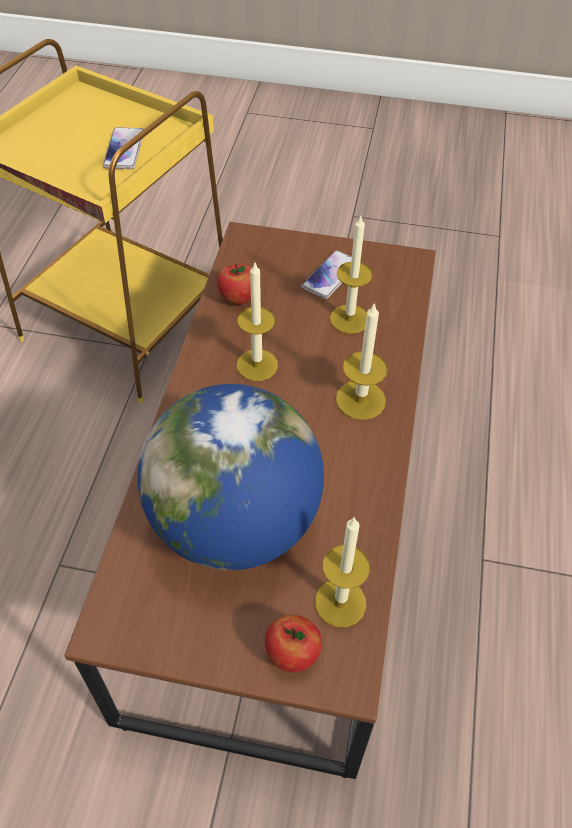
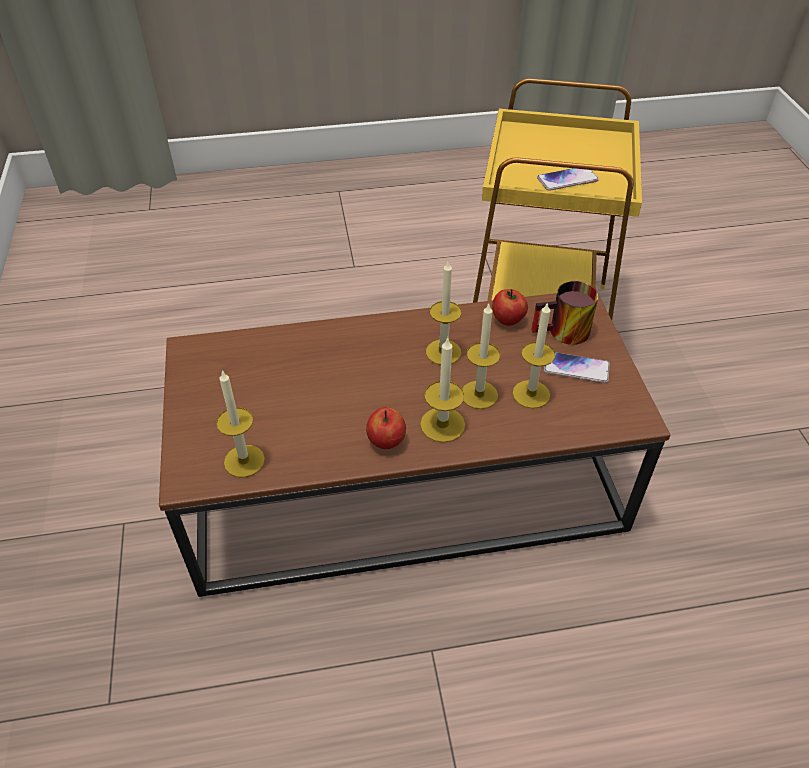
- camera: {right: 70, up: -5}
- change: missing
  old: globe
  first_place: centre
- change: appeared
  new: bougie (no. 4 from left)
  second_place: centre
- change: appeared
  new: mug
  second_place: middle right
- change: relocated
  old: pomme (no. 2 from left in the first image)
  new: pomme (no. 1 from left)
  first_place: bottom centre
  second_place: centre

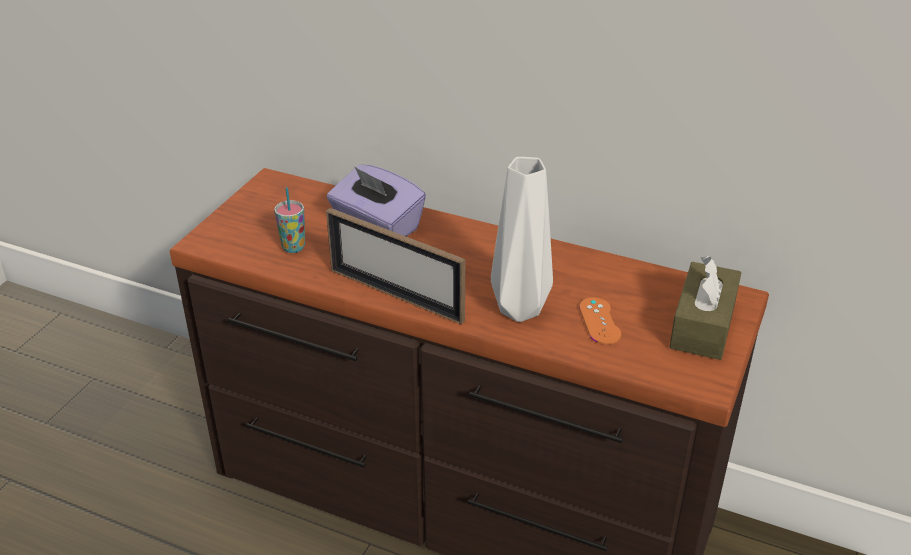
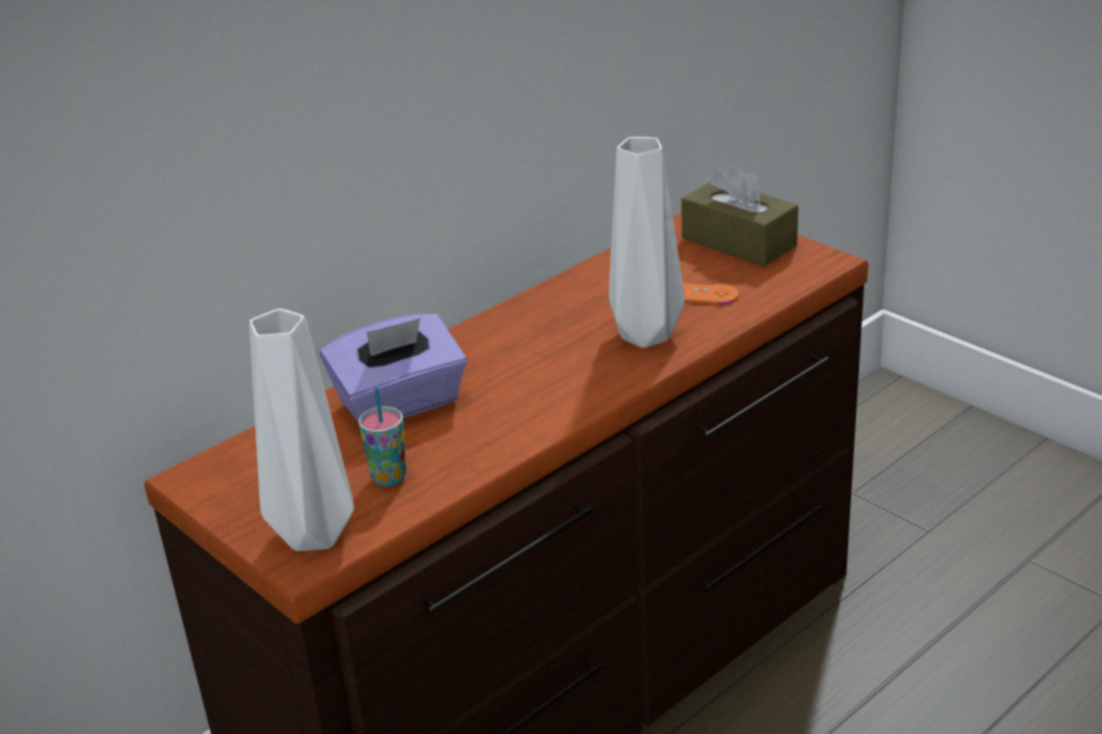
- camera: {right: -65, up: -5}
- change: missing
  old: cadre photo
  first_place: centre
- change: appeared
  new: vase (blanc) (no. 1 from left)
  second_place: middle left

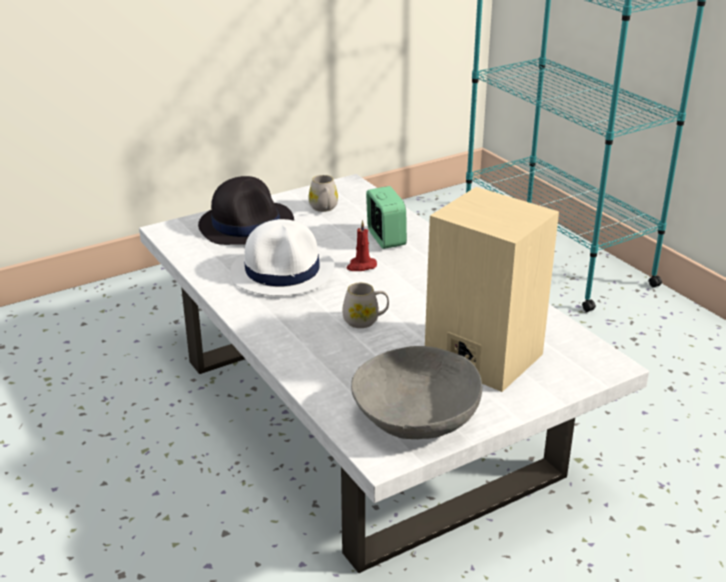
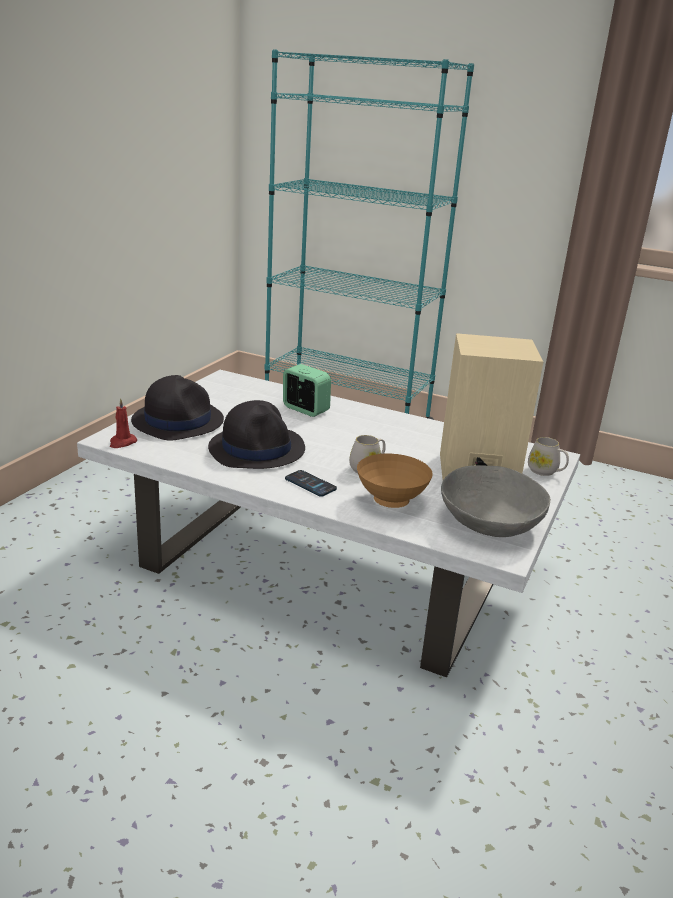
- camera: {right: -35, up: -5}
- change: appeared
  new: téléphone
  second_place: centre
- change: appeared
  new: bol (marron)
  second_place: centre
- change: relocated
  old: mug (blanc) (no. 1 from left in the first image)
  new: mug (blanc) (no. 2 from left)
  first_place: top centre
  second_place: middle right
- change: relocated
  old: bougie (rouge)
  first_place: centre
  second_place: middle left
- change: colour
  old: chapeau (blanc)
  new: chapeau (noir) (no. 2 from left)
  first_place: centre
  second_place: centre

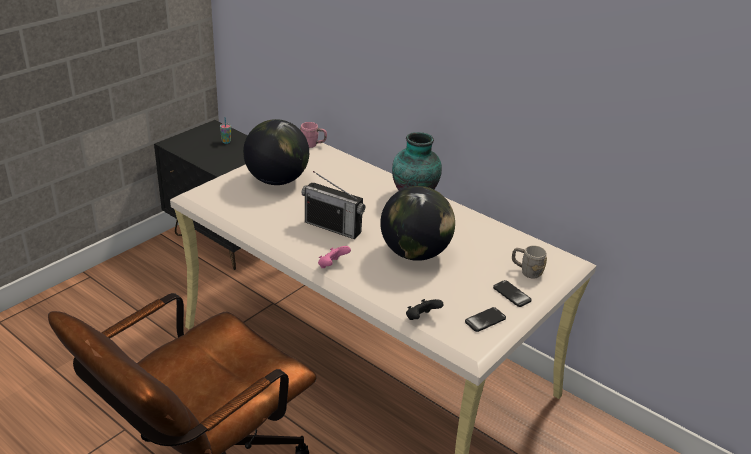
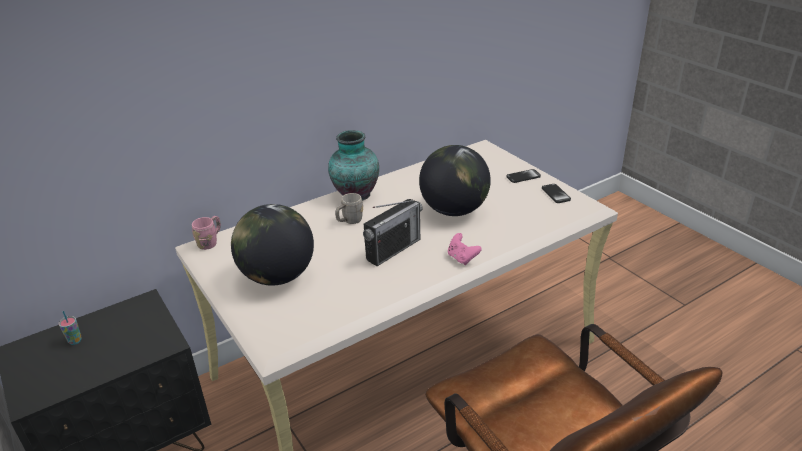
- camera: {right: -70, up: 0}
- change: missing
  old: manette (noir)
  first_place: bottom centre
- change: relocated
  old: mug (gris)
  first_place: middle right
  second_place: centre

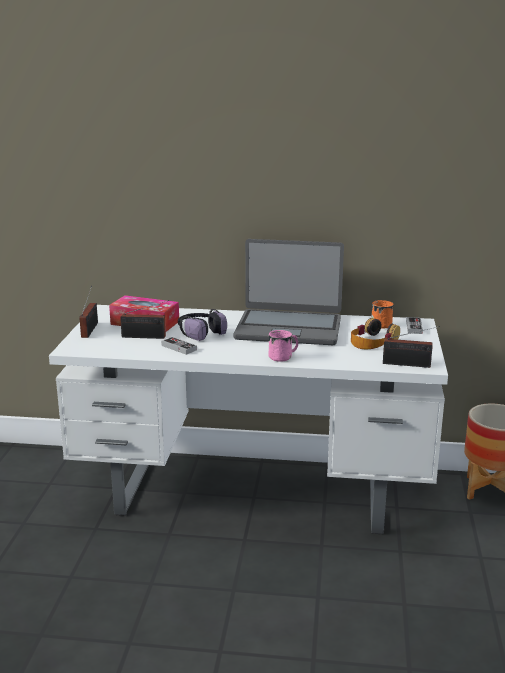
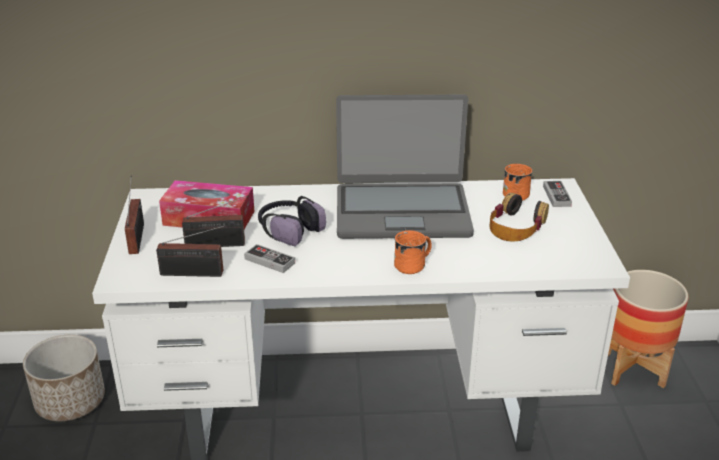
- camera: {right: -10, up: 10}
- change: appeared
  new: cache-pot (no. 1 from left)
  second_place: bottom left
- change: relocated
  old: radio (no. 3 from left in the first image)
  new: radio (no. 2 from left)
  first_place: middle right
  second_place: middle left
- change: colour
  old: mug (rose)
  new: mug (orange) (no. 1 from left)
  first_place: centre
  second_place: centre

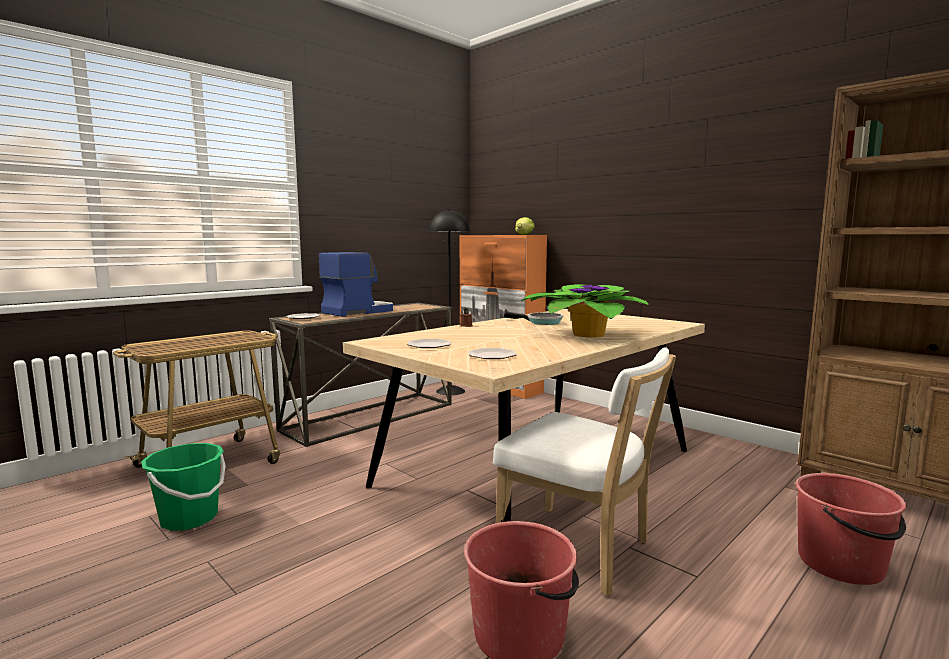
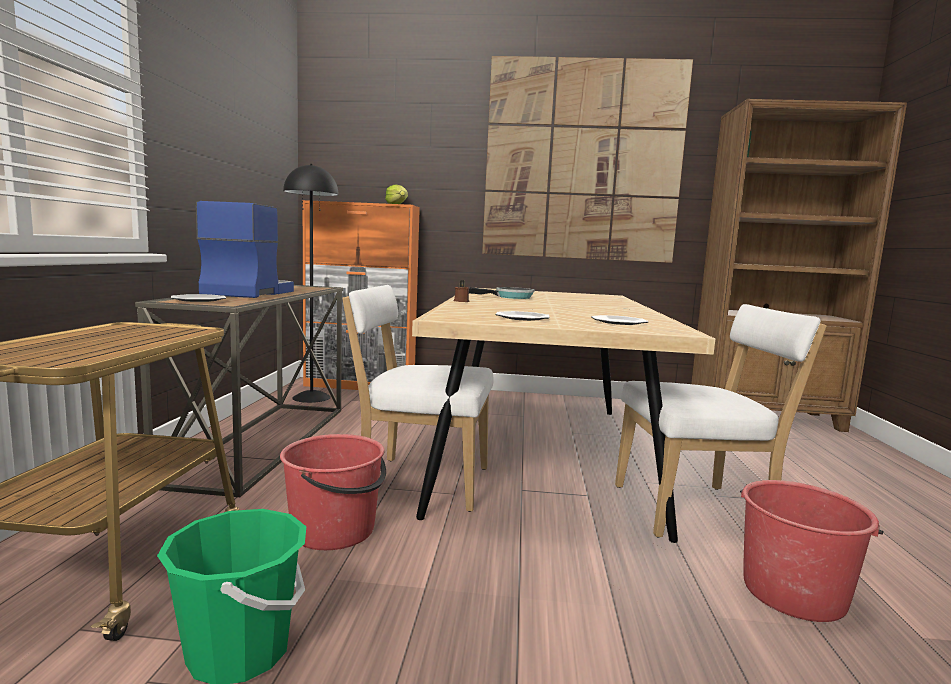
- camera: {right: -40, up: 0}
- change: missing
  old: plante en pot
  first_place: centre
- change: appeared
  new: chaise (blanc) (no. 1 from left)
  second_place: centre
- change: appeared
  new: tableau
  second_place: top centre
- change: relocated
  old: seau (rouge) (no. 2 from left in the first image)
  new: seau (rouge) (no. 1 from left)
  first_place: bottom right
  second_place: bottom centre

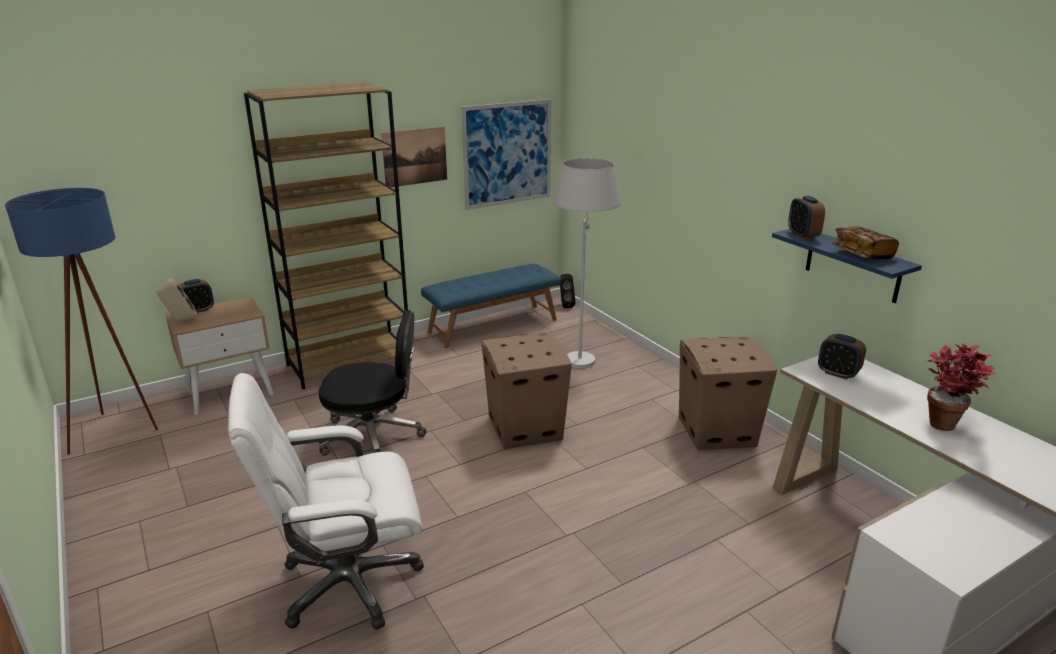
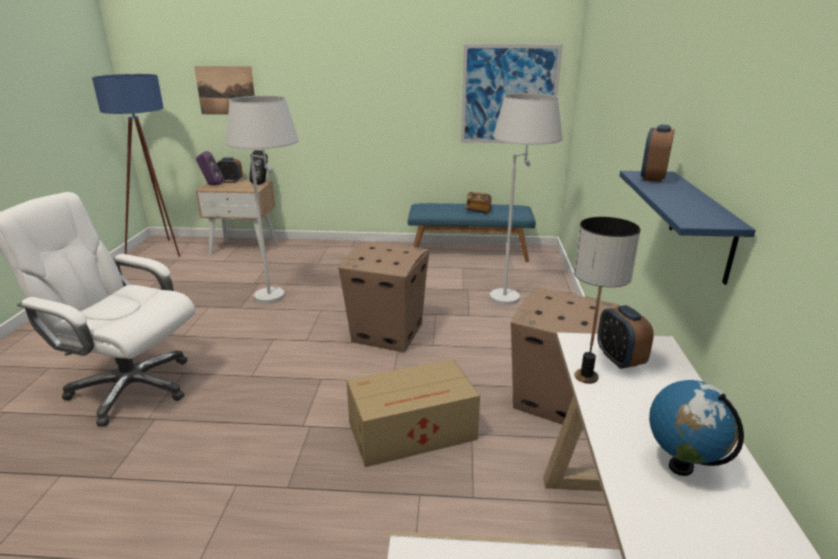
- camera: {right: 35, up: 0}
- change: missing
  old: bibliothèque (marron)
  first_place: middle left
- change: appeared
  new: carton (no. 2 from left)
  second_place: bottom centre
- change: appeared
  new: lampe de table
  second_place: middle right
- change: relocated
  old: tableau (no. 1 from left)
  first_place: top centre
  second_place: top left
- change: relocated
  old: enceinte (noir)
  first_place: centre
  second_place: top left
- change: relocated
  old: livre
  first_place: middle right
  second_place: centre
- change: exchanged
  old: chaise de bureau (noir)
  new: lampadaire (blanc) (no. 1 from left)
  first_place: centre
  second_place: middle left
- change: exchanged
  old: plante en pot
  new: globe
  first_place: middle right
  second_place: bottom right
- change: colour
  old: enceinte (beige)
  new: enceinte (violet)
  first_place: middle left
  second_place: top left

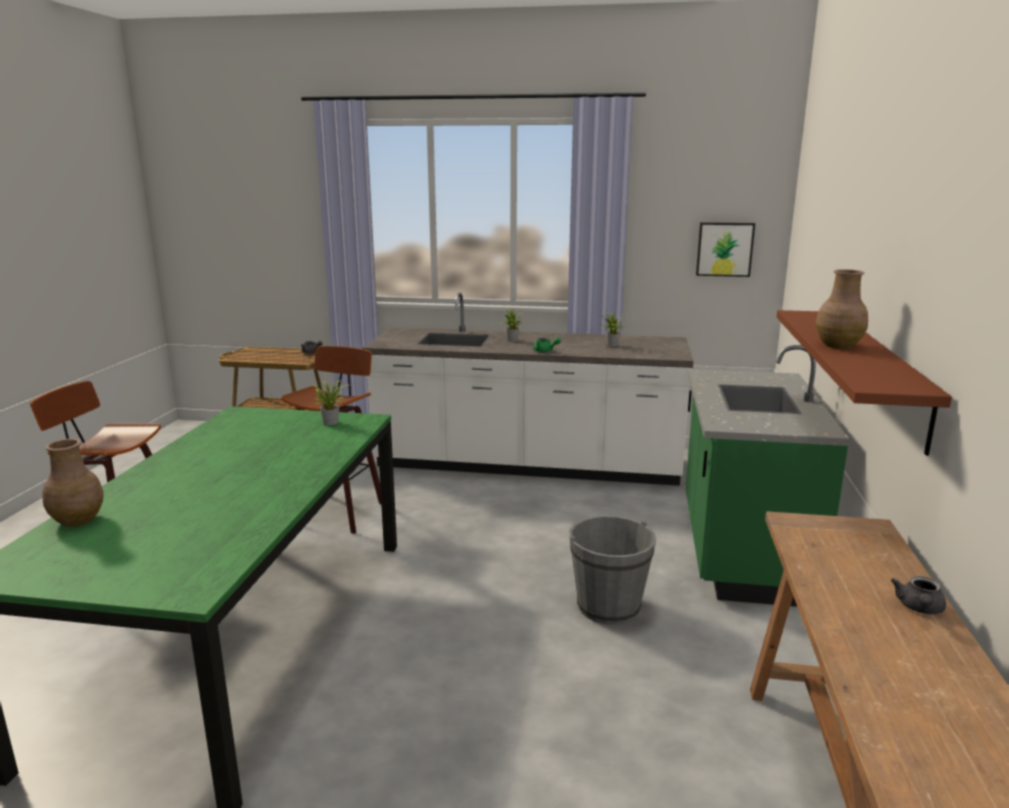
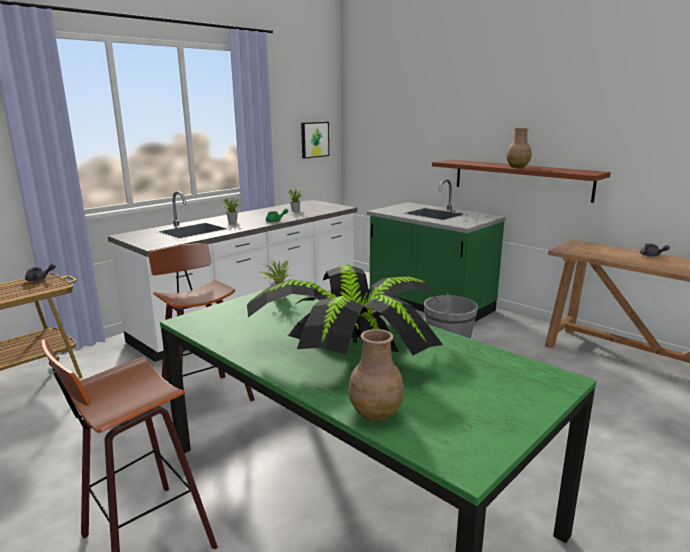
- camera: {right: -55, up: 0}
- change: appeared
  new: plante en pot (no. 4 from left)
  second_place: centre

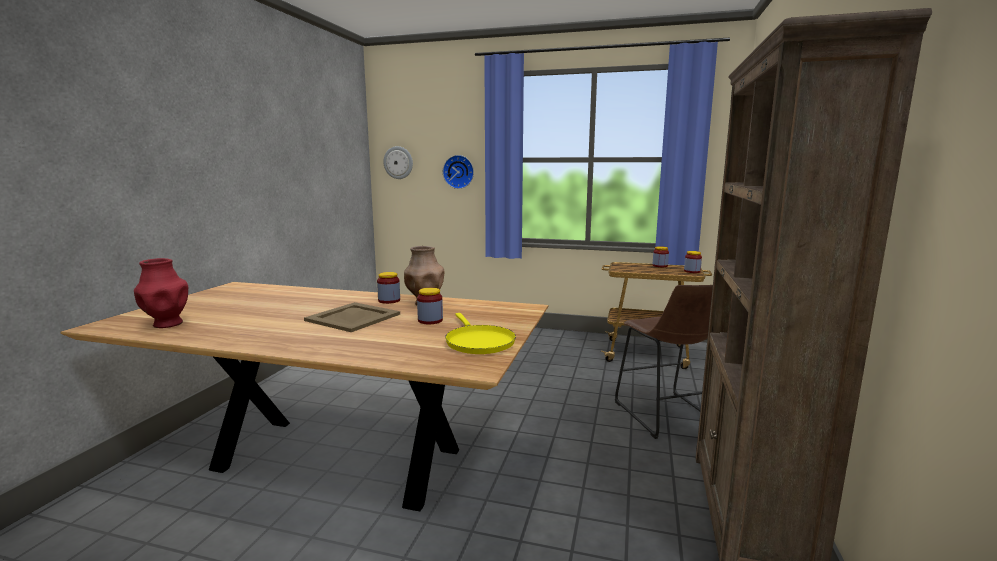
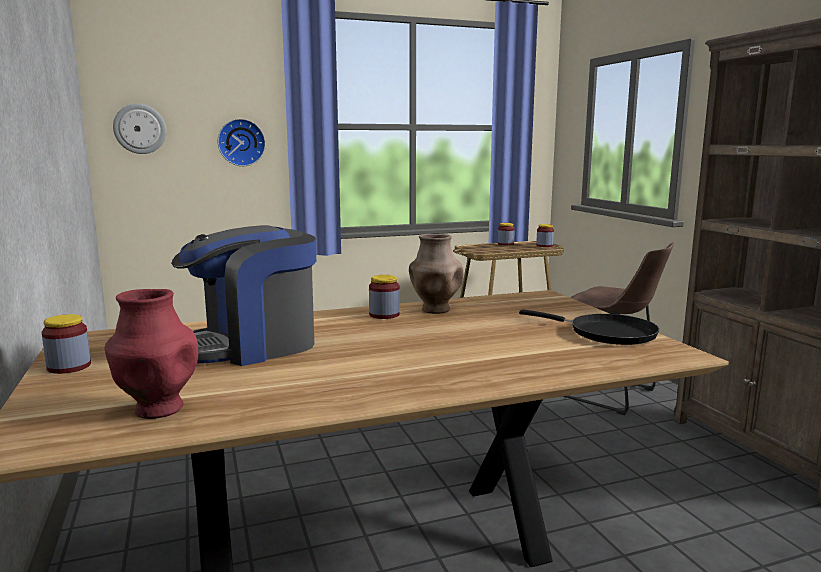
- camera: {right: -35, up: 0}
- change: missing
  old: plateau (beige)
  first_place: centre
- change: appeared
  new: machine à café
  second_place: middle left
- change: relocated
  old: bocal (no. 2 from left in the first image)
  new: bocal (no. 1 from left)
  first_place: centre
  second_place: middle left
- change: colour
  old: poêle (jaune)
  new: poêle (noir)
  first_place: centre
  second_place: middle right

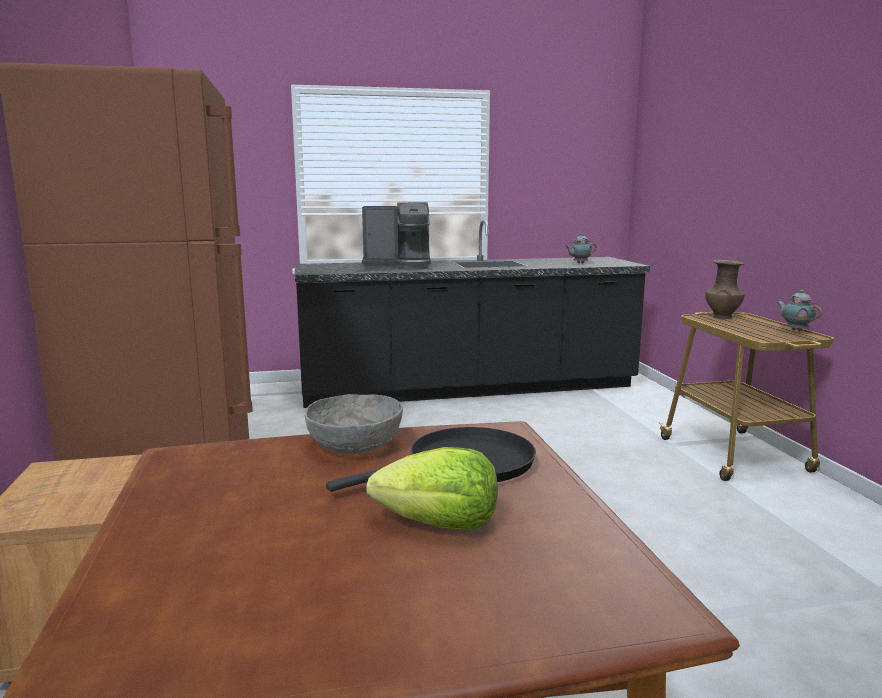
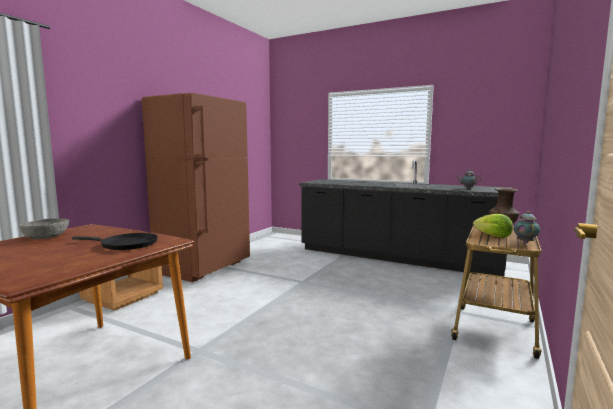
- camera: {right: 40, up: -5}
- change: missing
  old: machine à café
  first_place: centre
- change: relocated
  old: bol (gris)
  first_place: centre
  second_place: middle left
- change: relocated
  old: laitue
  first_place: bottom centre
  second_place: middle right

